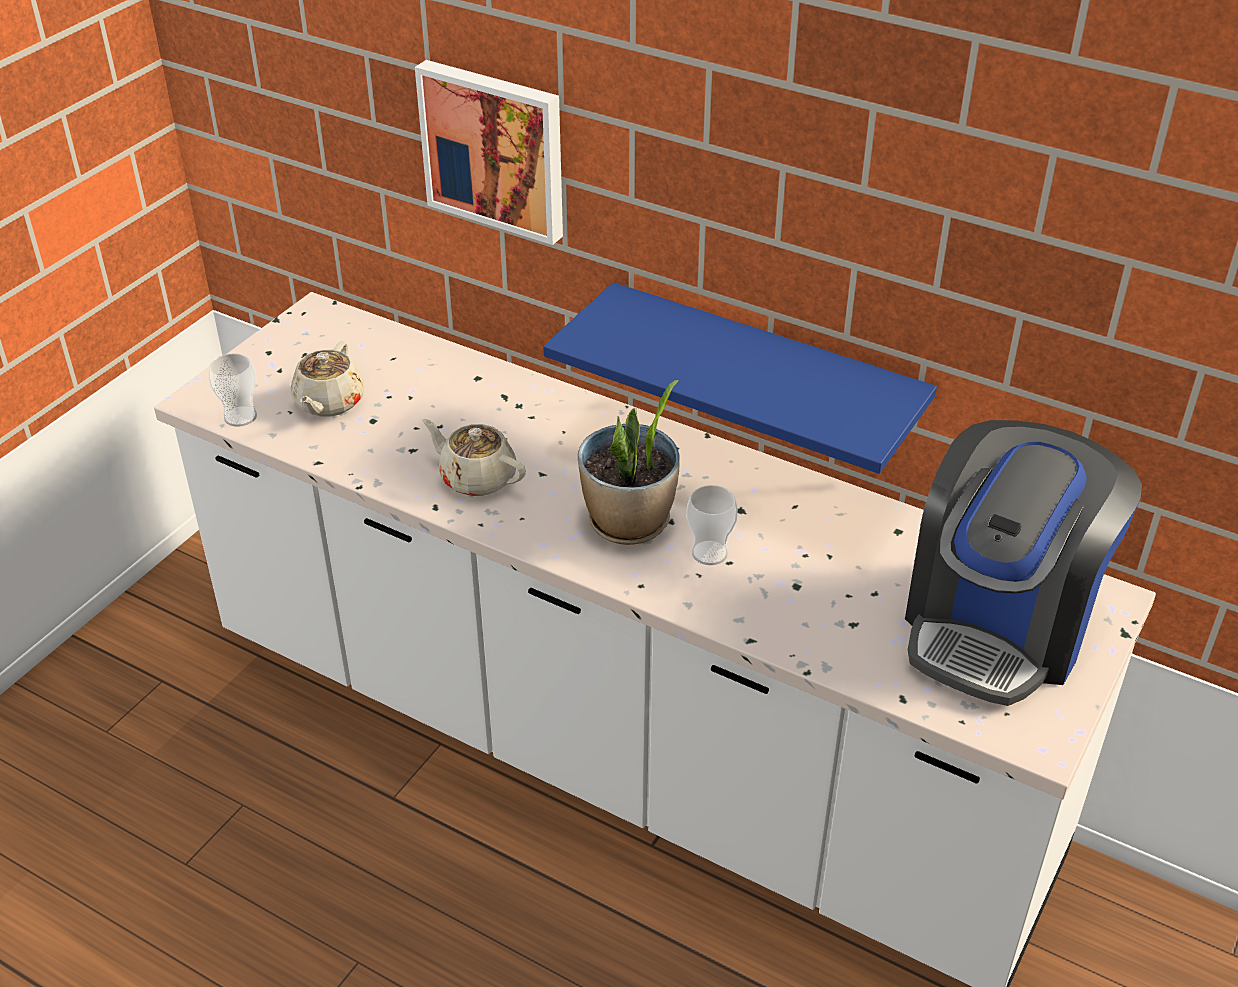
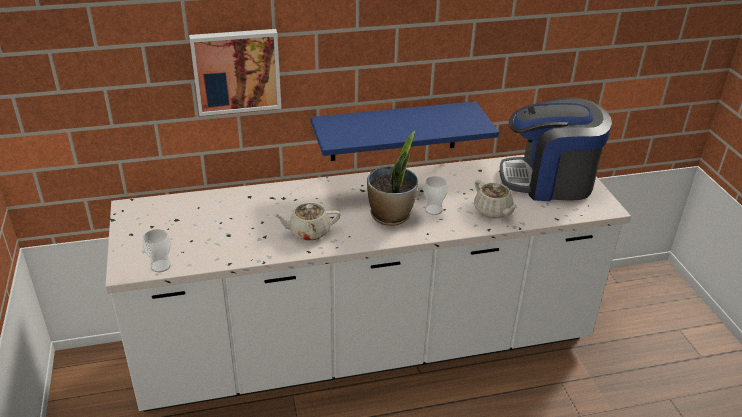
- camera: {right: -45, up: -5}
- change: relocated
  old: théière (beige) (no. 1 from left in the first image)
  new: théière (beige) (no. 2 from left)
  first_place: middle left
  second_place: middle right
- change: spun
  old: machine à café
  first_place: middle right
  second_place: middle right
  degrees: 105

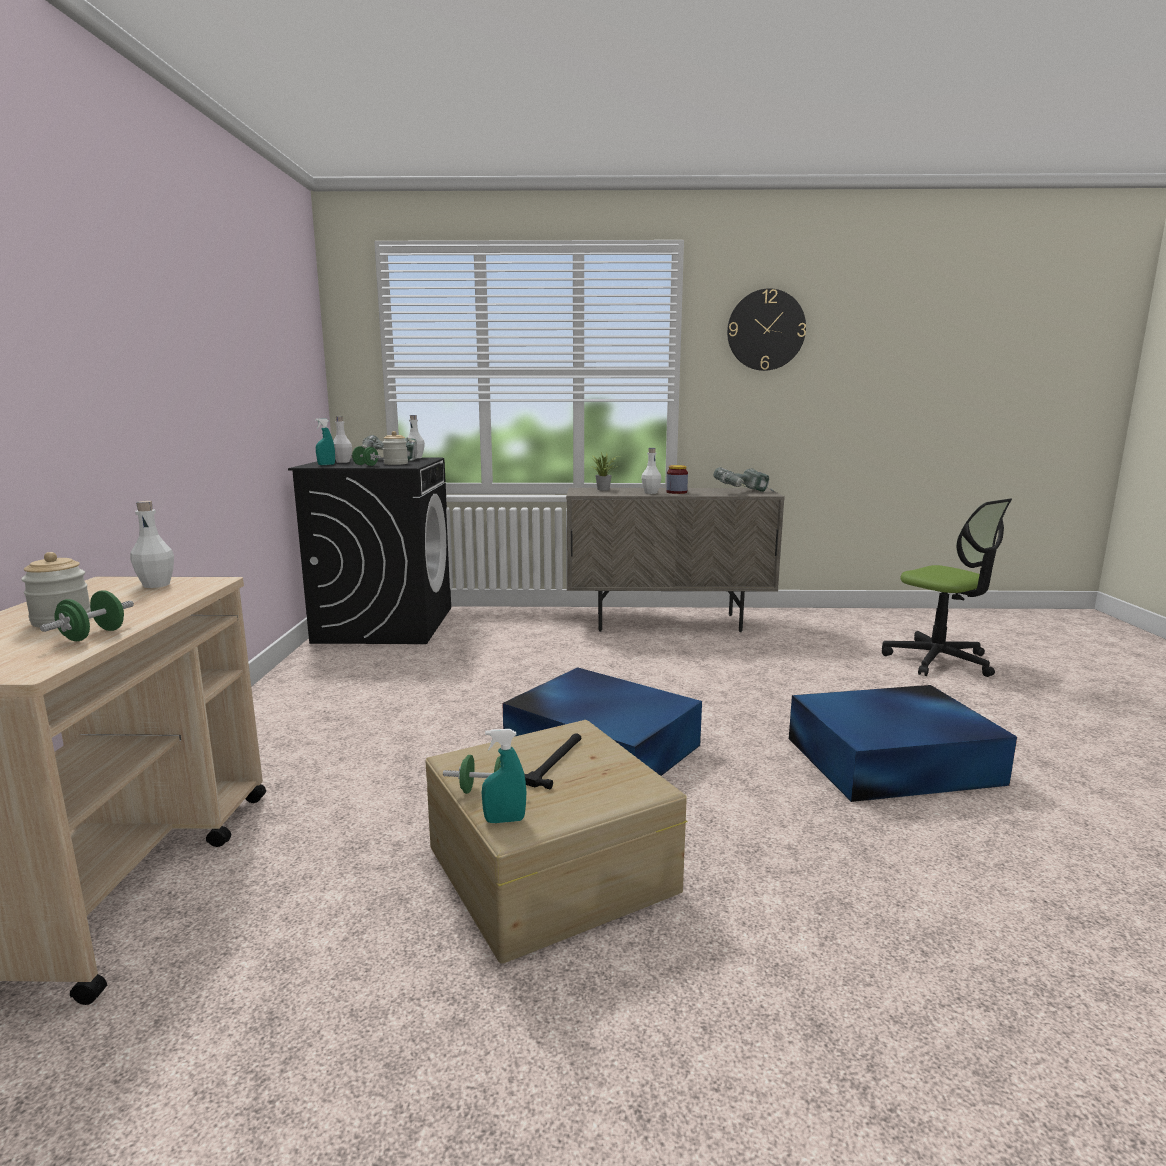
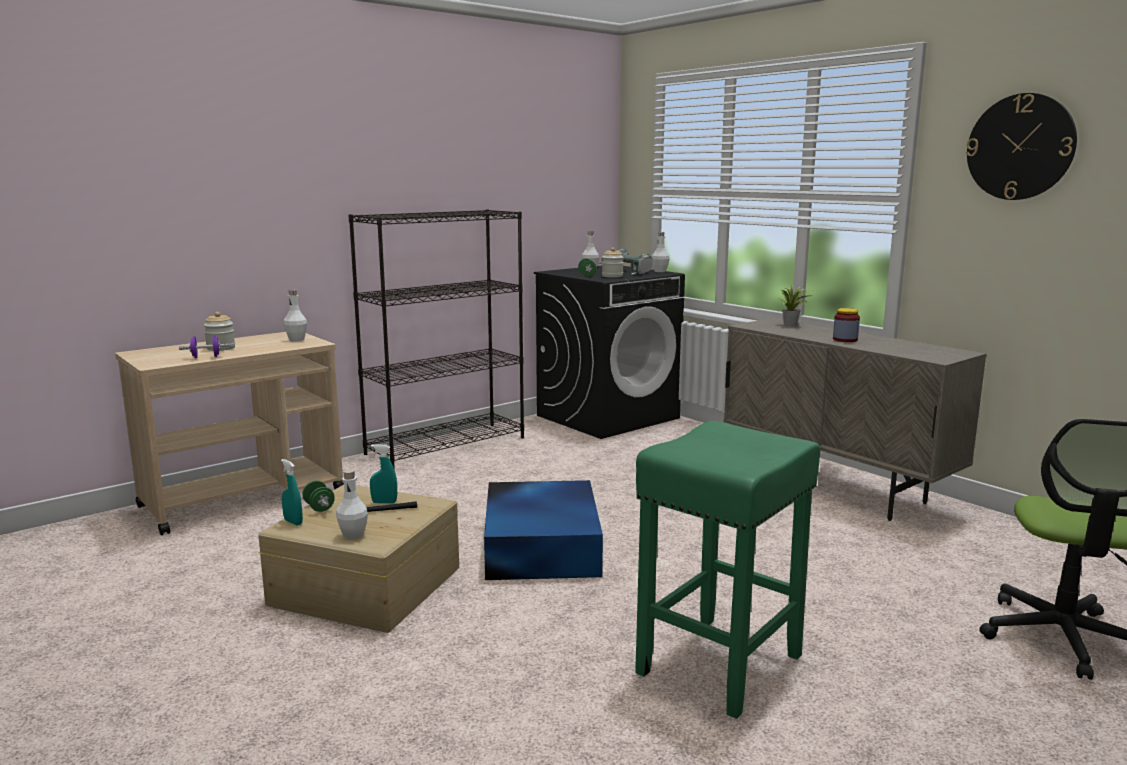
- camera: {right: 50, up: 0}
- change: missing
  old: perceuse (no. 2 from left)
  first_place: centre
- change: appeared
  new: bibliothèque (noir)
  second_place: centre
- change: relocated
  old: vaporisateur (turquoise) (no. 1 from left in the first image)
  new: vaporisateur (turquoise) (no. 2 from left)
  first_place: middle left
  second_place: centre
- change: relocated
  old: bouteille (blanc) (no. 4 from left in the first image)
  new: bouteille (blanc) (no. 2 from left)
  first_place: centre
  second_place: middle left
- change: exchanged
  old: boîte de rangement (bleu) (no. 2 from left)
  new: tabouret (vert)
  first_place: middle right
  second_place: bottom centre
- change: colour
  old: haltère (vert) (no. 1 from left)
  new: haltère (violet)
  first_place: middle left
  second_place: middle left

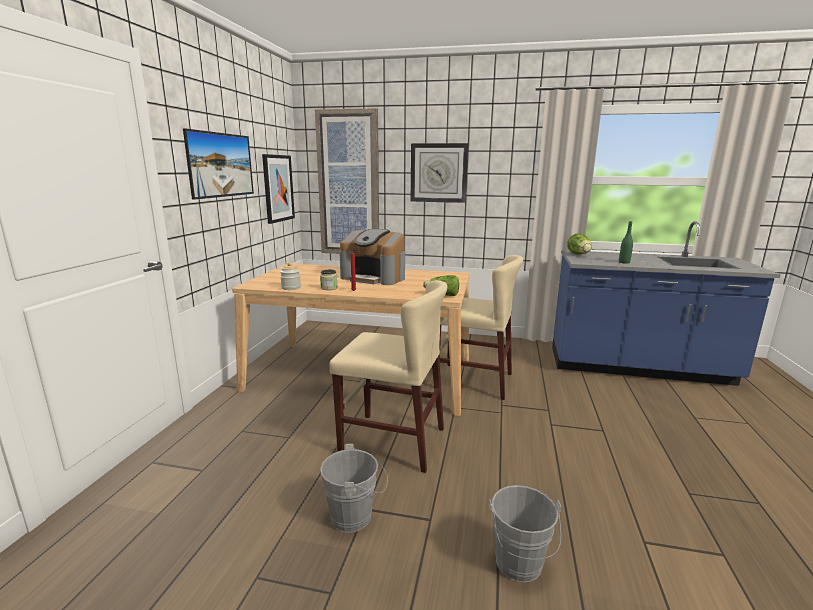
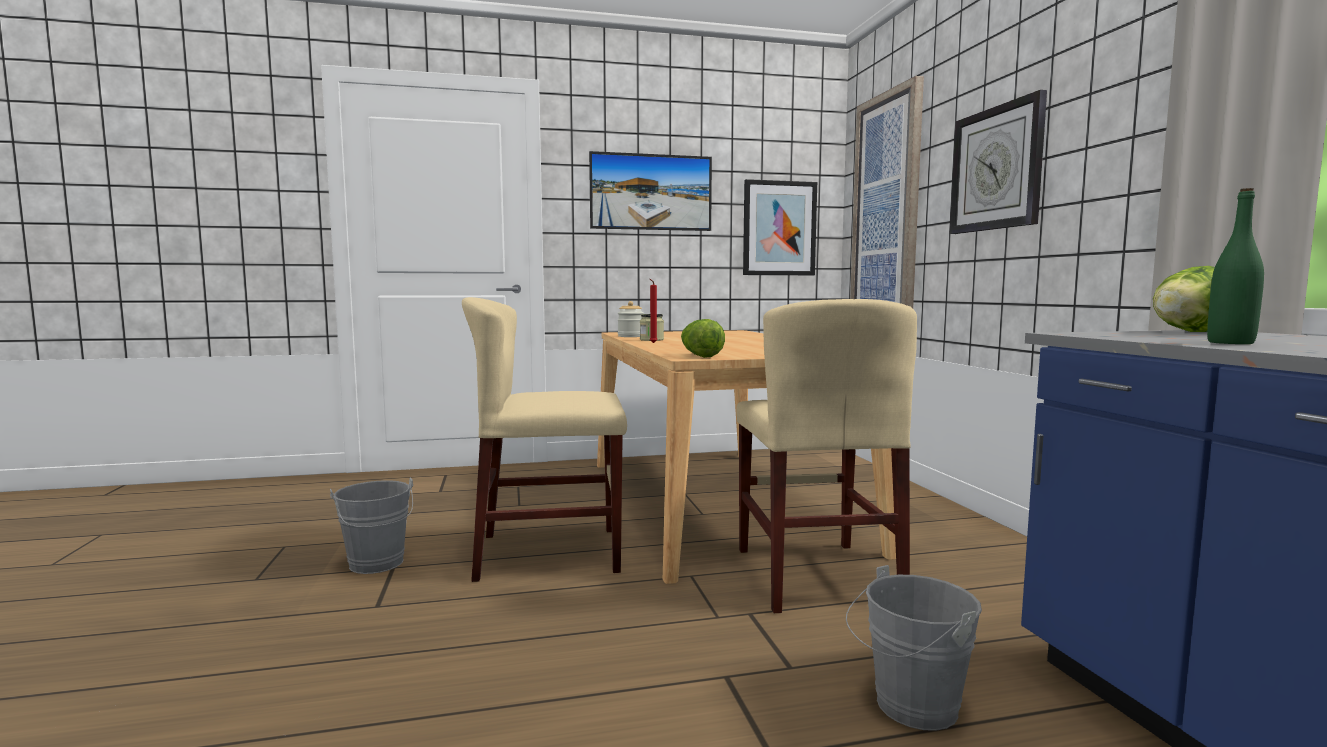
- camera: {right: 65, up: -10}
- change: missing
  old: machine à café
  first_place: centre
- change: relocated
  old: seau (gris) (no. 2 from left)
  first_place: bottom centre
  second_place: bottom right
- change: spun
  old: chaise (beige) (no. 1 from left)
  first_place: centre
  second_place: centre
  degrees: 90

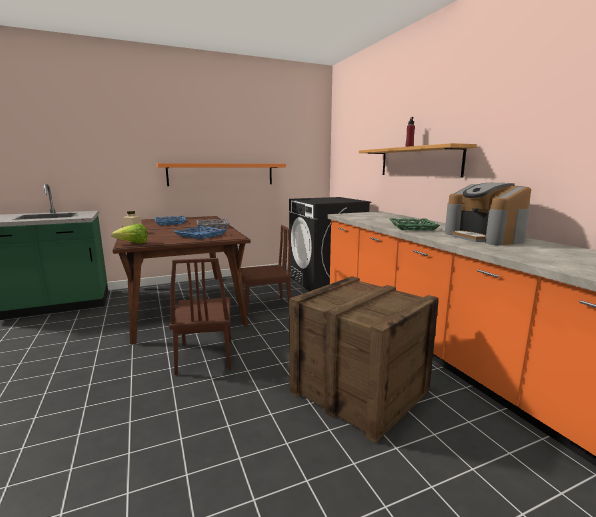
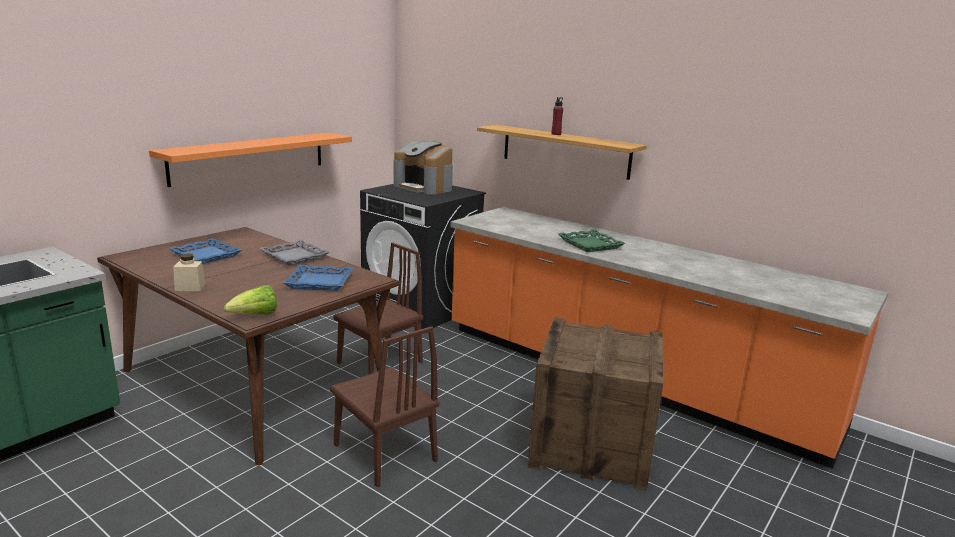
- camera: {right: -30, up: 5}
- change: relocated
  old: machine à café
  first_place: middle right
  second_place: top centre

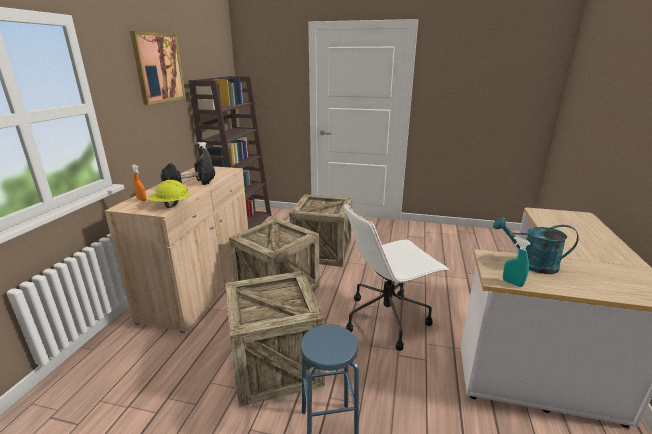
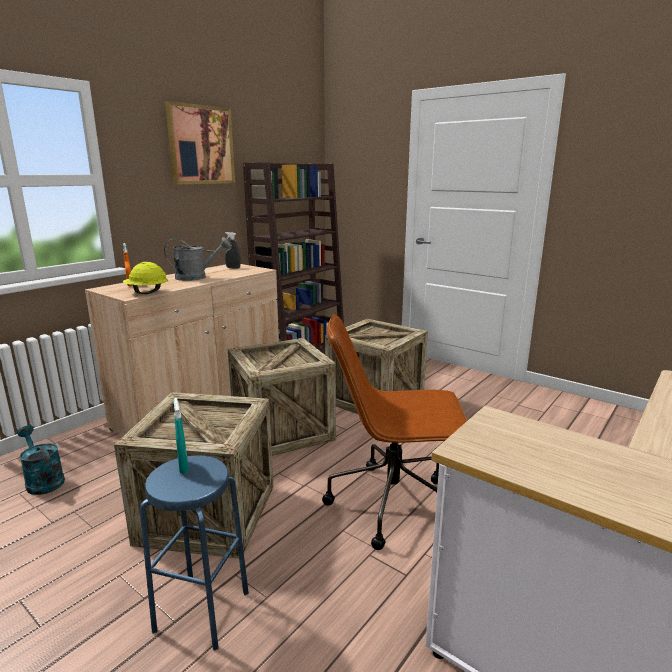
- camera: {right: 25, up: -5}
- change: relocated
  old: arrosoir (turquoise)
  first_place: middle right
  second_place: bottom left
- change: relocated
  old: vaporisateur (turquoise)
  first_place: middle right
  second_place: middle left
- change: exchanged
  old: haltère (noir)
  new: arrosoir (gris)
  first_place: middle left
  second_place: middle left
- change: colour
  old: chaise de bureau (blanc)
  new: chaise de bureau (marron)
  first_place: centre
  second_place: centre

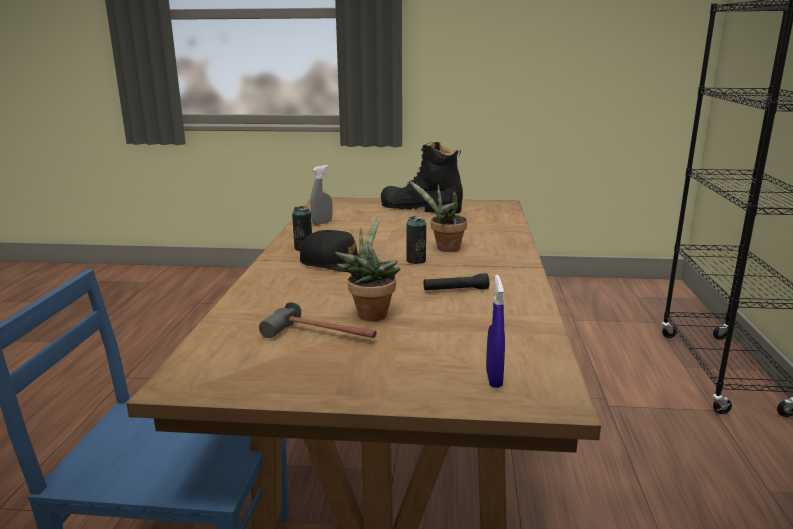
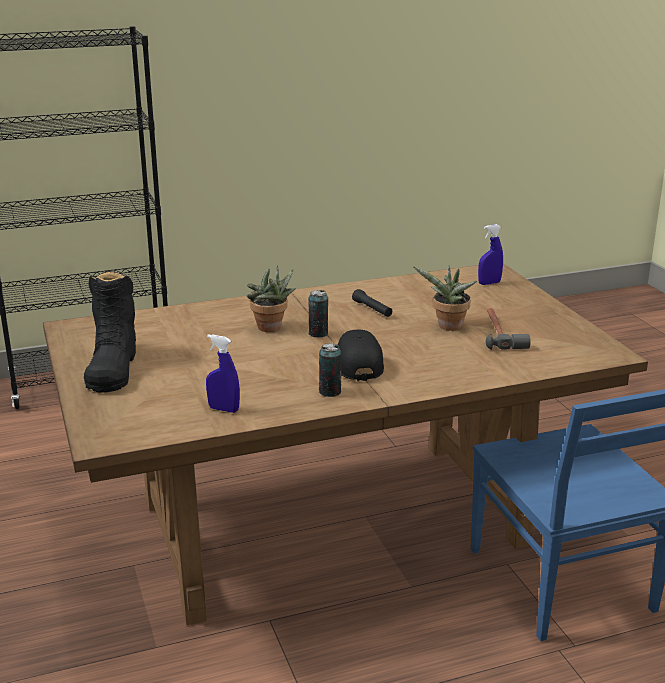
- camera: {right: -115, up: 5}
- change: colour
  old: vaporisateur (gris)
  new: vaporisateur (bleu) (no. 1 from left)
  first_place: centre
  second_place: centre

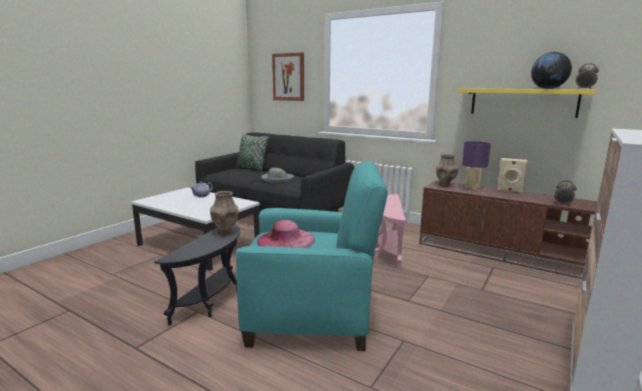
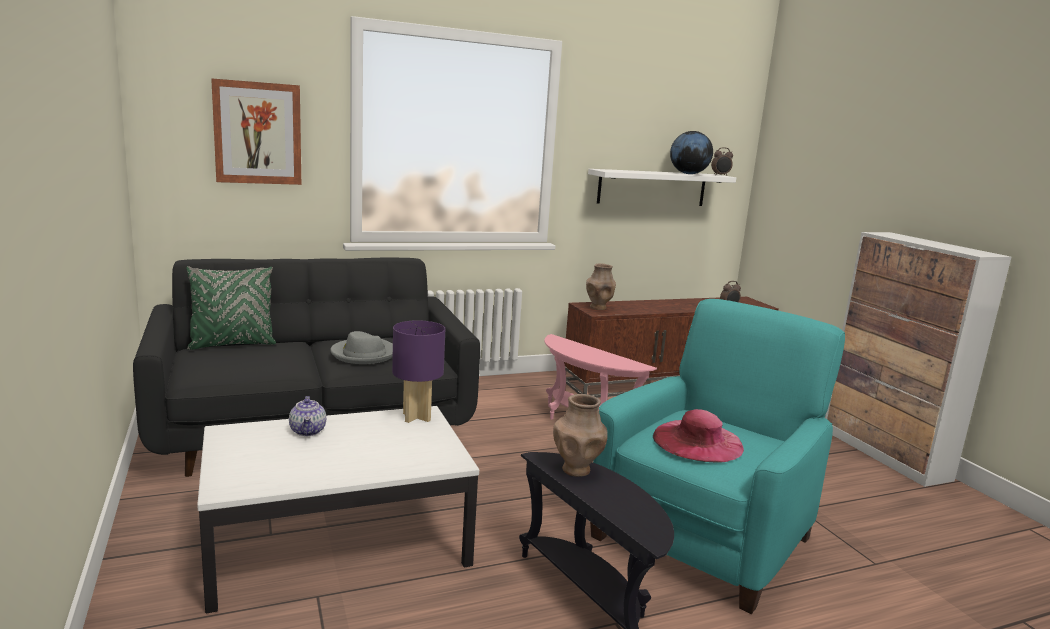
- camera: {right: -55, up: 0}
- change: missing
  old: enceinte (beige)
  first_place: middle right
- change: relocated
  old: lampe de table (violet)
  first_place: middle right
  second_place: centre
- change: colour
  old: étagère (jaune)
  new: étagère (blanc)
  first_place: top right
  second_place: top centre

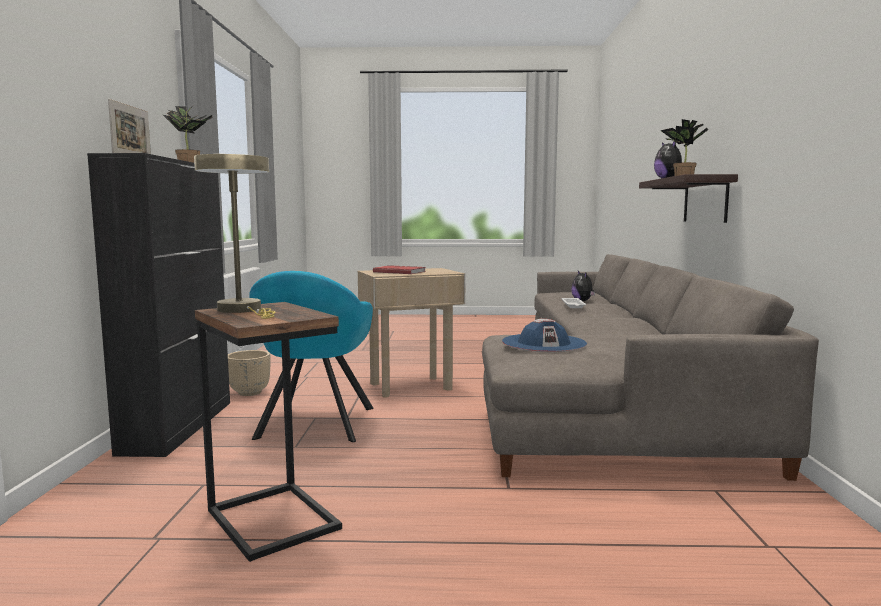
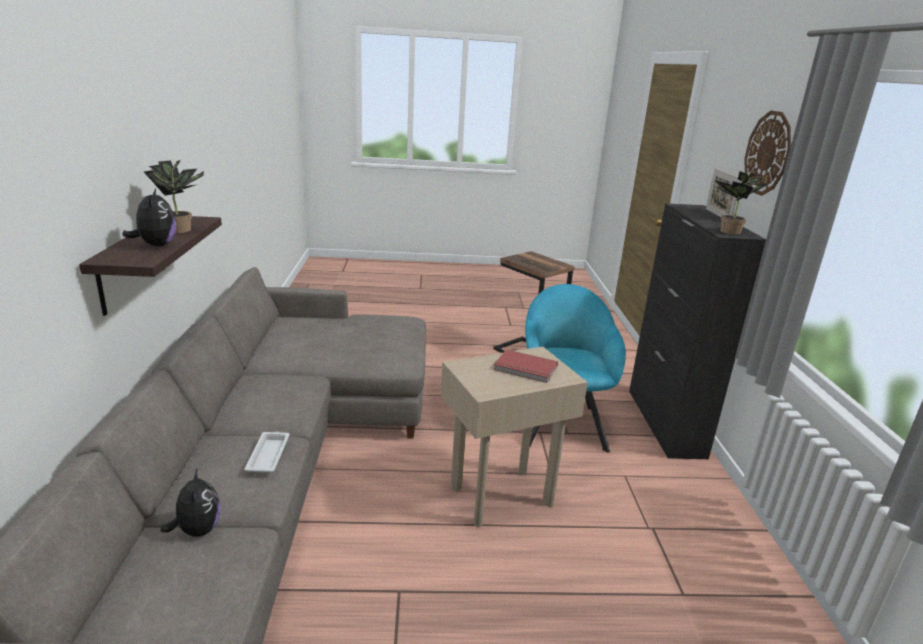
- camera: {right: 175, up: 15}
- change: missing
  old: lampe de table (beige)
  first_place: middle left
- change: missing
  old: cache-pot (beige)
  first_place: middle left
- change: missing
  old: chapeau (bleu)
  first_place: centre
- change: appeared
  new: horloge murale
  second_place: top right

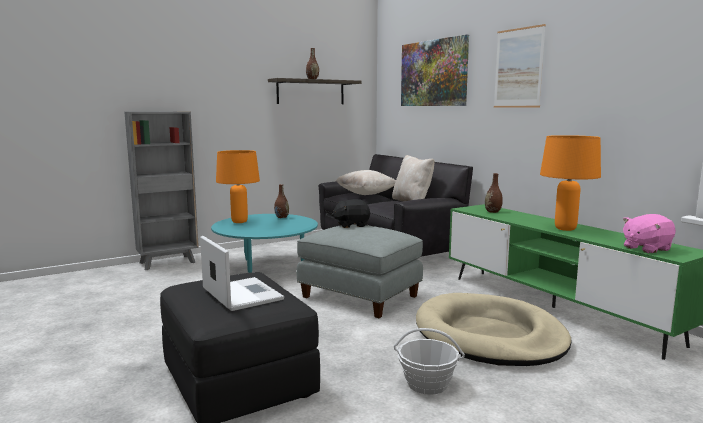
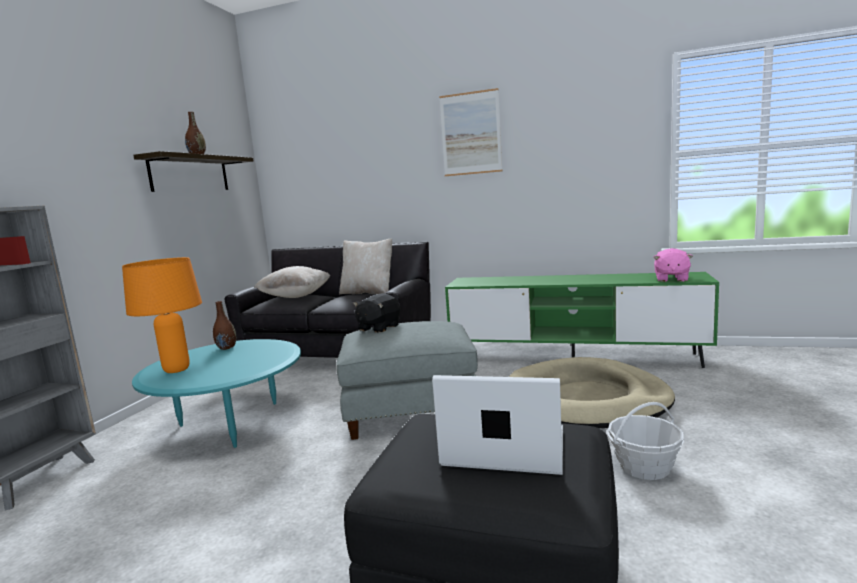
- camera: {right: -40, up: 0}
- change: missing
  old: tableau (no. 1 from left)
  first_place: top centre
- change: missing
  old: vase (marron) (no. 3 from left)
  first_place: middle right
- change: missing
  old: lampe de table (orange) (no. 2 from left)
  first_place: middle right

